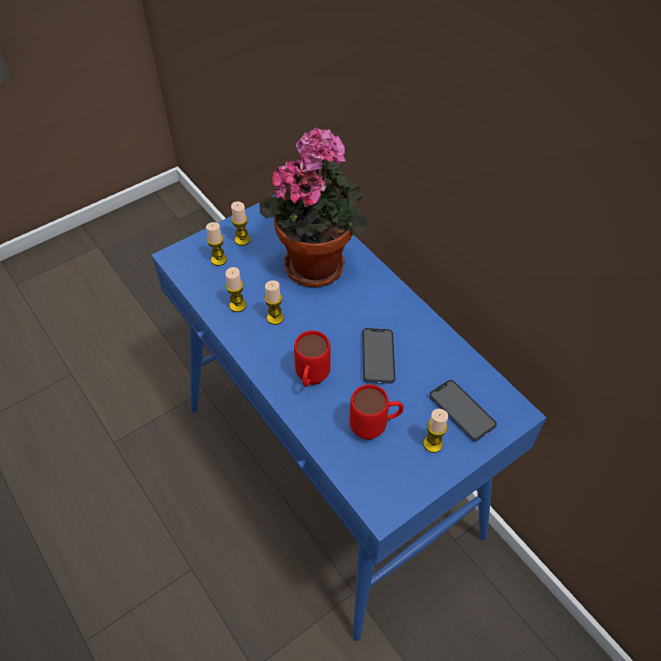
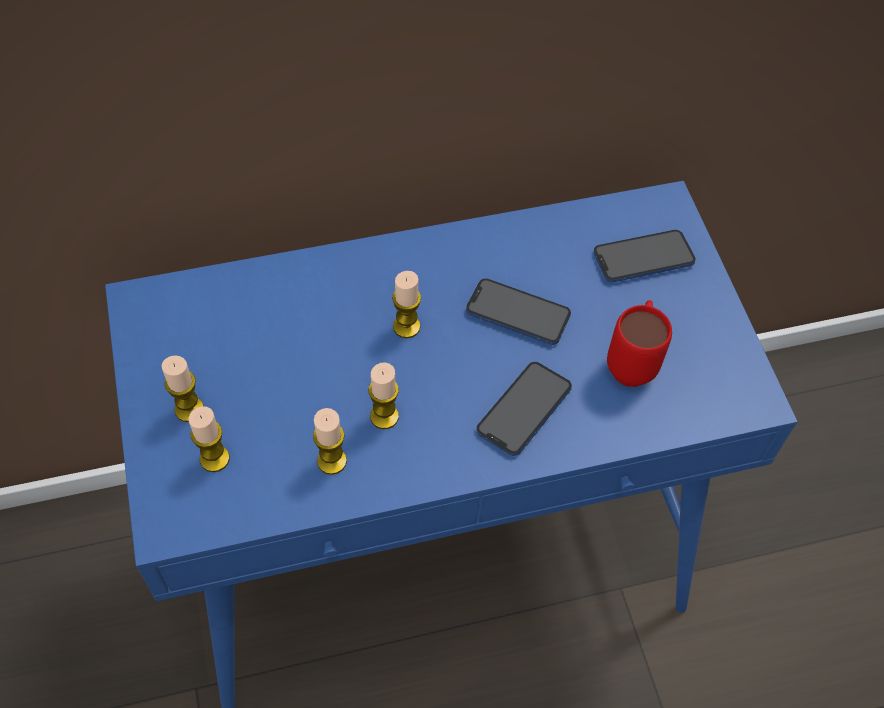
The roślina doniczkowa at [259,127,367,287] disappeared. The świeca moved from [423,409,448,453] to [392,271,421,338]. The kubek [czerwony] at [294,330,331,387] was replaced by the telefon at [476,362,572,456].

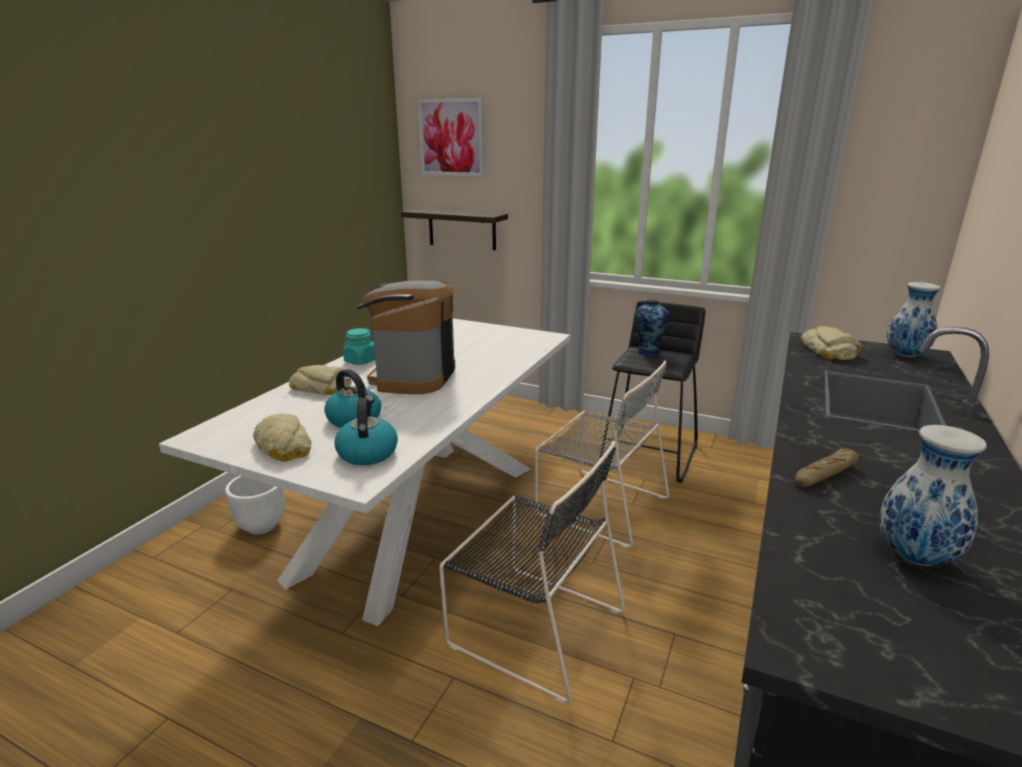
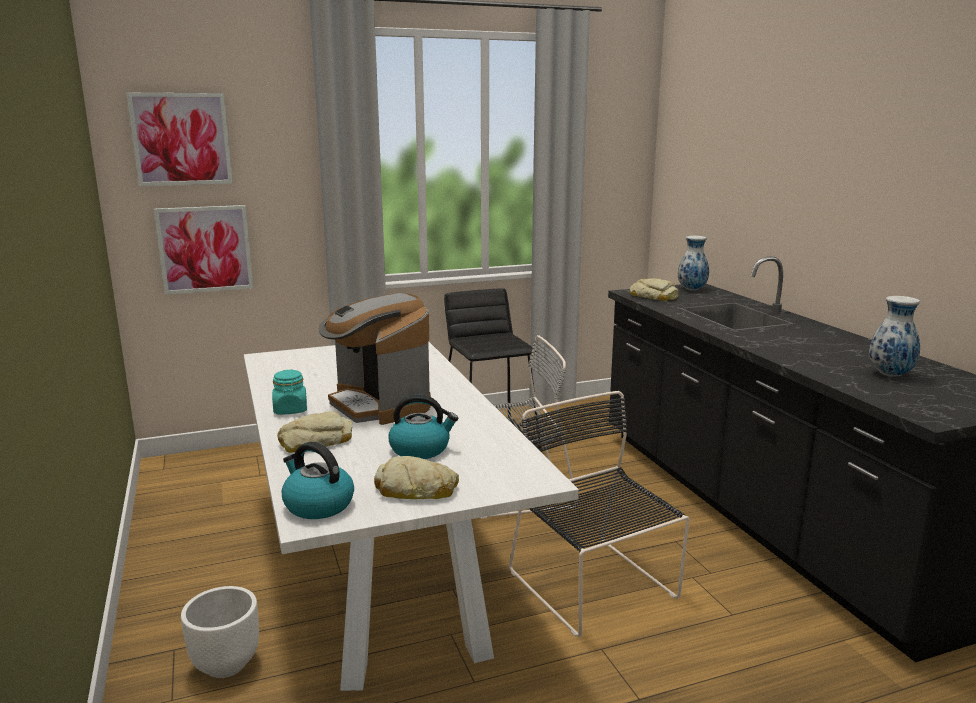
The wazon at [634,299,669,356] disappeared. The chleb at [795,448,858,487] disappeared. The czajnik moved from [335,398,398,465] to [282,442,354,519]. The półka at [401,209,508,250] was replaced by the obraz at [154,205,253,295]. The krzesło [czarny] at [439,441,625,703] turned 105 degrees counterclockwise.

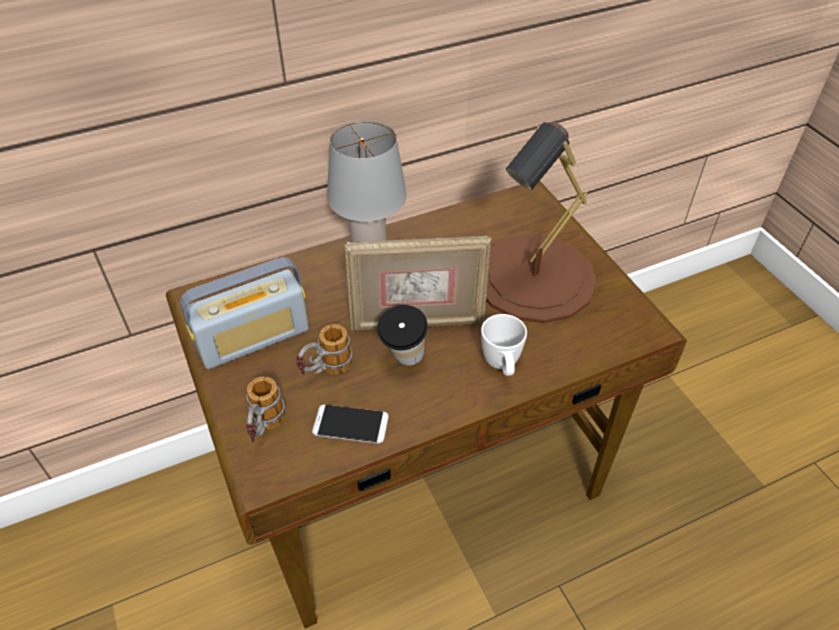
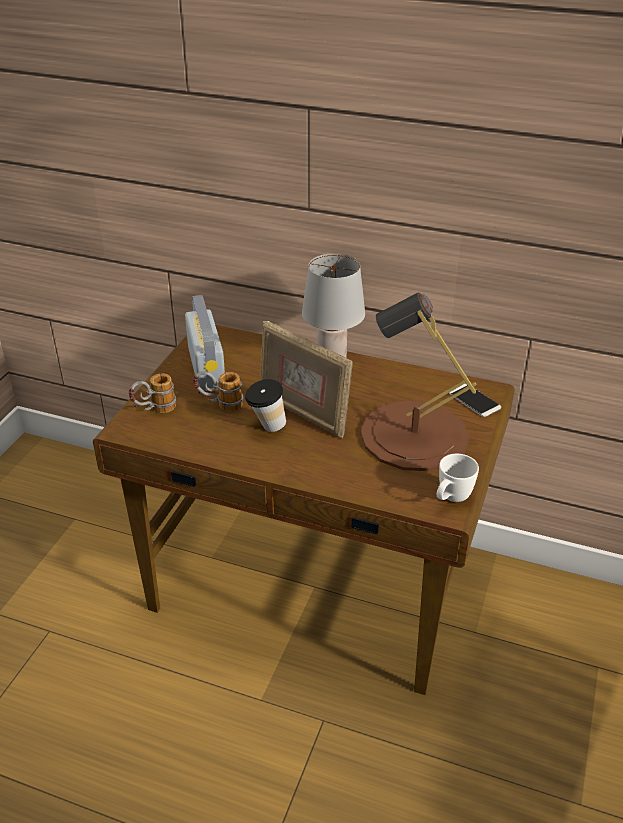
The telefon moved from [312,405,389,444] to [449,384,501,417]. The kubek [biały] moved from [481,314,527,376] to [436,454,479,502]. The radio at [180,257,309,369] turned 120 degrees counterclockwise.

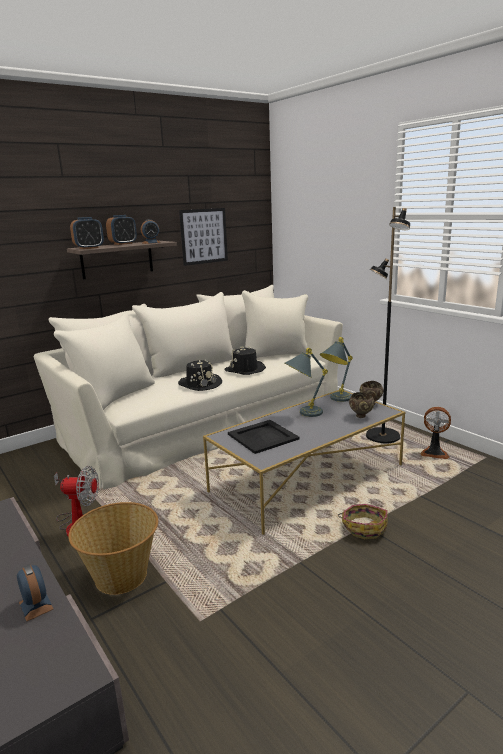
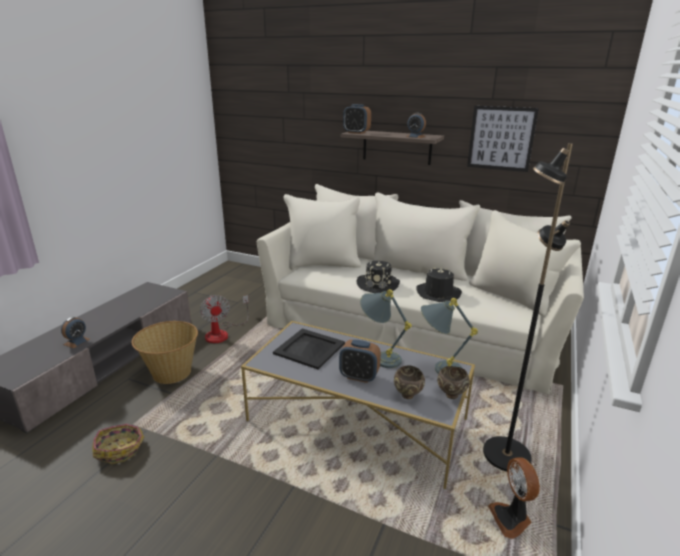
The budzik moved from [106,215,137,245] to [339,340,381,383]. The koszyk moved from [338,504,388,539] to [92,424,144,464].

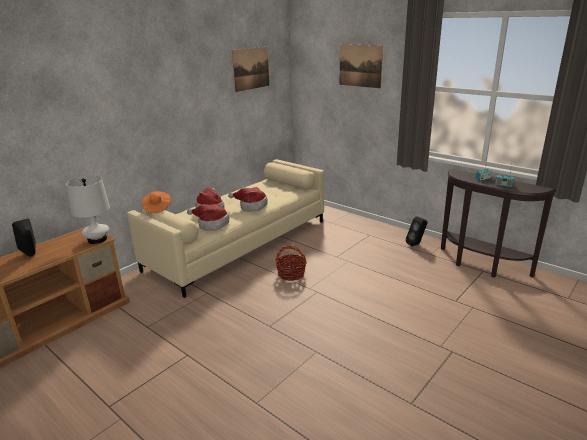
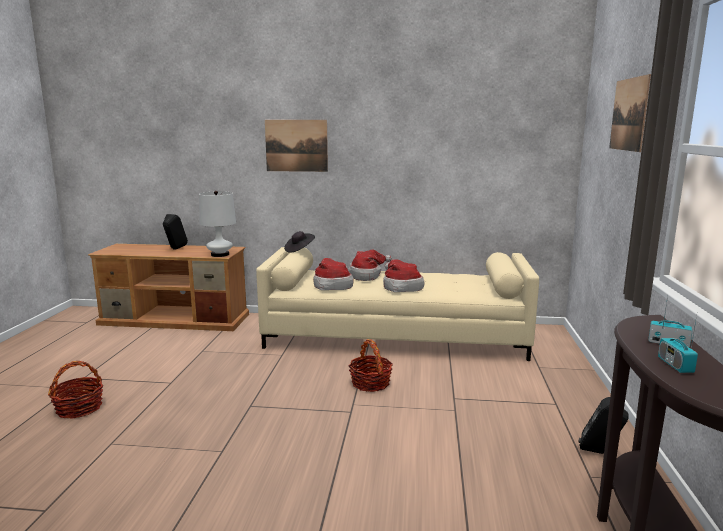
The koszyk at [48,361,103,419] appeared. The obraz moved from [232,47,269,92] to [265,120,328,172]. The kapelusz [pomarańczowy] at [142,191,171,213] became the kapelusz [czarny] at [284,231,315,253].

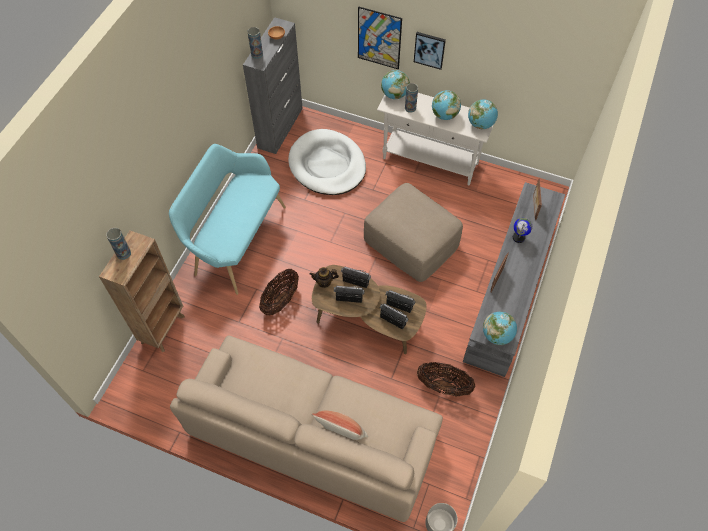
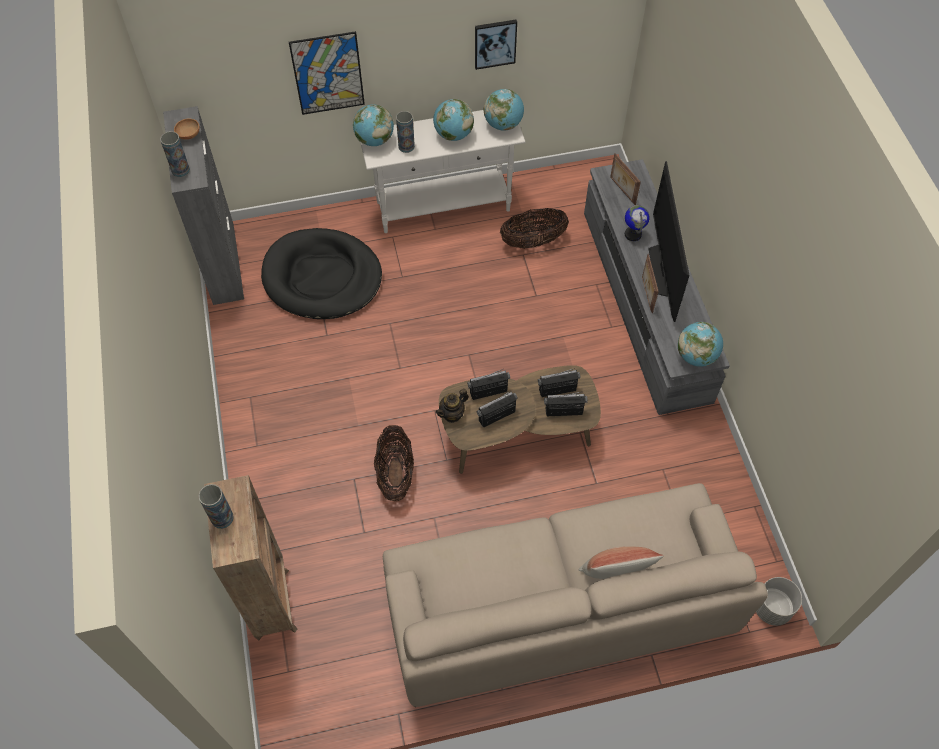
The ławka [turkusowy] at [169,144,286,295] disappeared. The pufa [beżowy] at [364,183,463,282] disappeared. The telewizor at [648,161,689,322] appeared. The obraz moved from [414,32,446,70] to [475,20,517,70]. The koszyk moved from [417,362,475,397] to [500,208,569,249]. The legowisko [biały] at [288,129,366,195] became the legowisko [czarny] at [261,228,382,319].

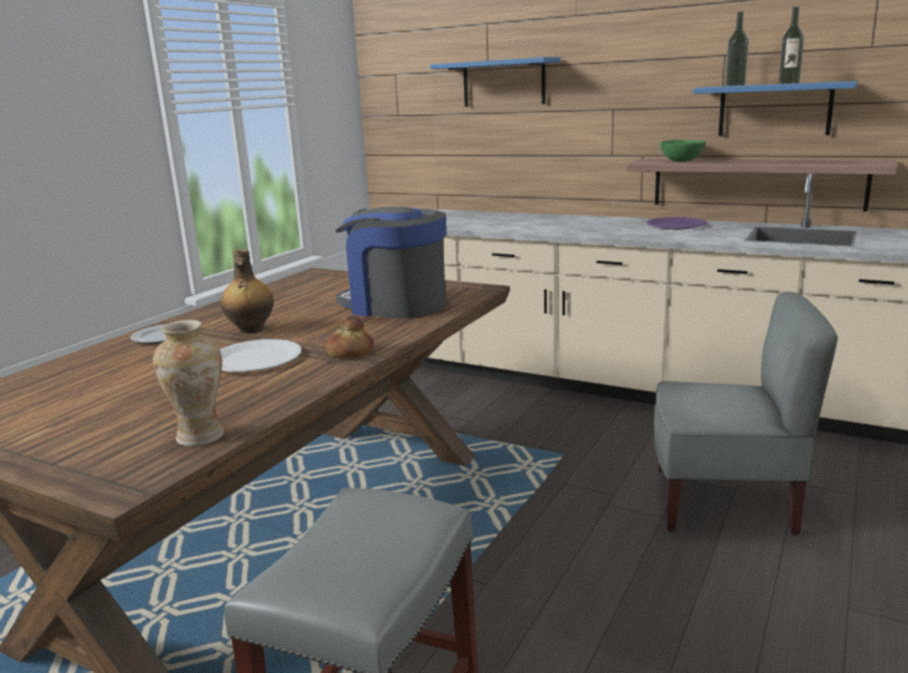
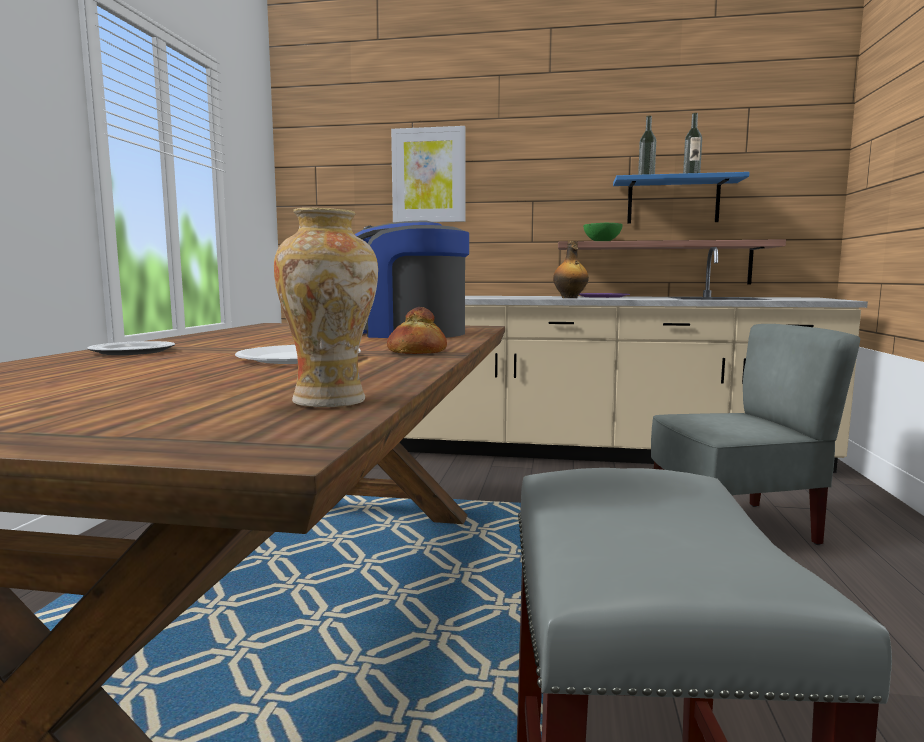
The butelka moved from [221,249,274,334] to [553,241,589,298]. The półka [niebieski] at [430,57,561,107] was replaced by the obraz at [391,126,465,222].

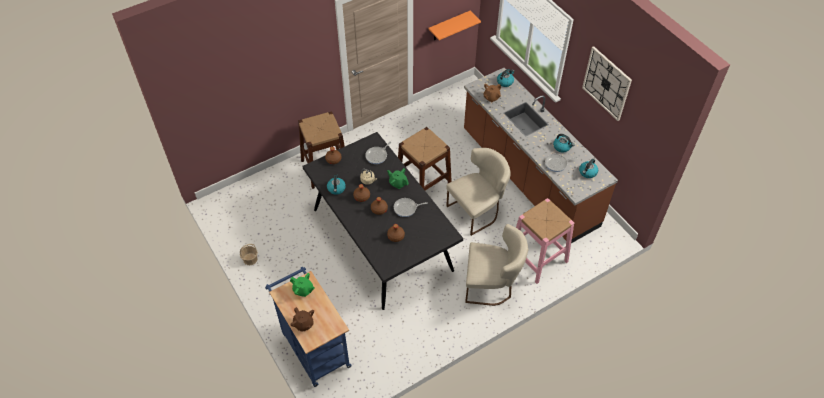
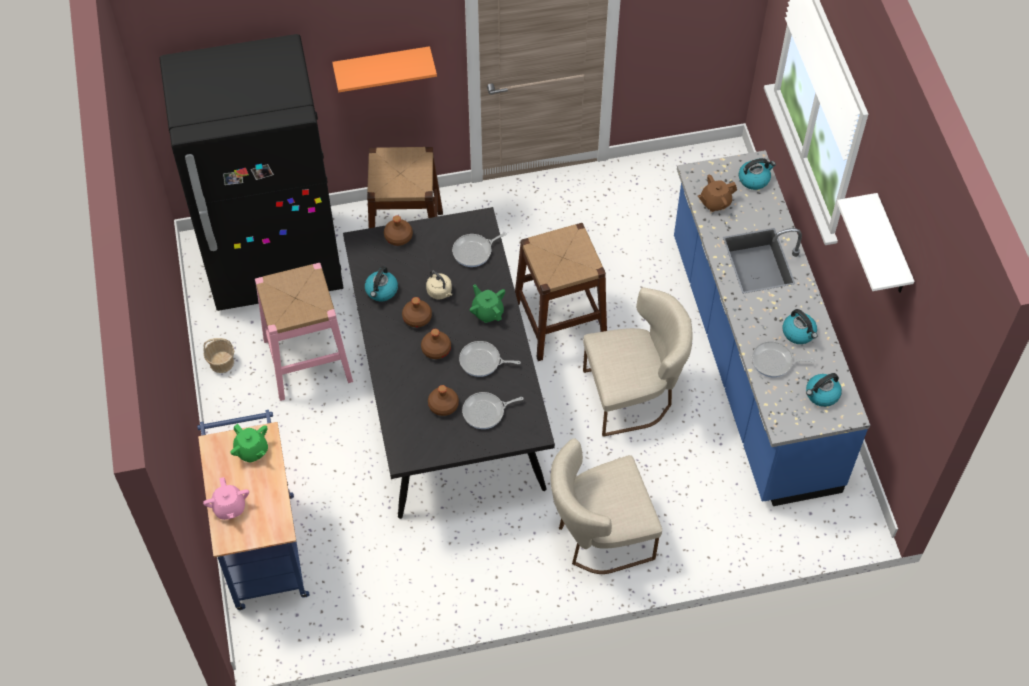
The lodówka [czarny] at [159,34,343,311] appeared. The patelnia at [462,392,523,429] appeared. The półka [pomarańczowy] moved from [428,11,481,40] to [332,46,437,92]. The stołek [różowy] moved from [516,198,574,284] to [255,263,353,401]. The zegar ścienny at [582,46,632,121] was replaced by the półka [biały] at [837,193,914,293]. The imbryk [brązowy] at [290,307,314,332] became the imbryk [różowy] at [203,477,249,520]. The zabudowa kuchenna [brązowy] at [464,68,618,243] became the zabudowa kuchenna [niebieski] at [674,150,870,506]. The krzesło [beżowy] at [465,224,529,306] turned 135 degrees clockwise.

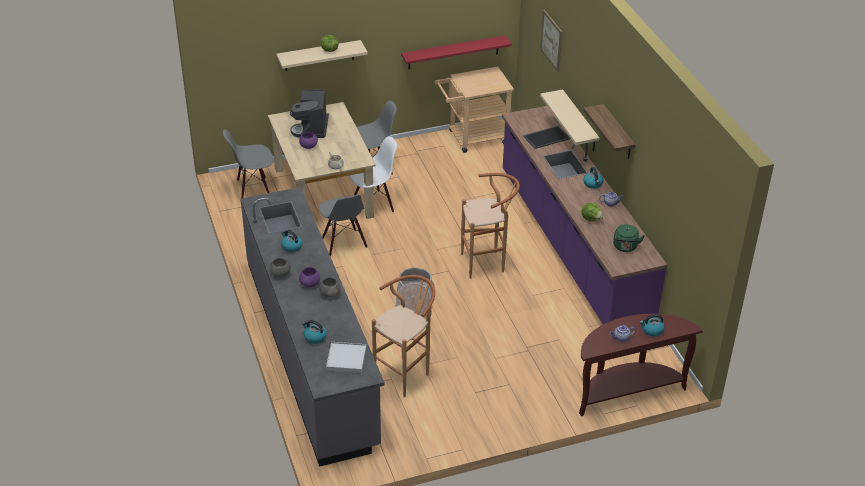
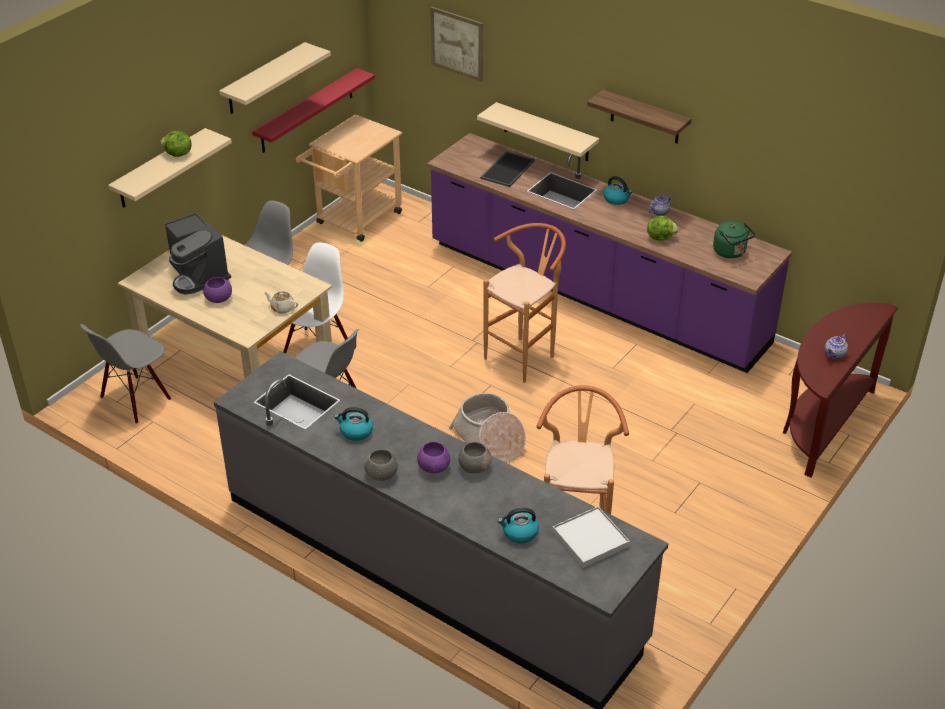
The czajnik at [640,314,665,336] disappeared. The półka [beżowy] at [219,42,331,114] appeared.

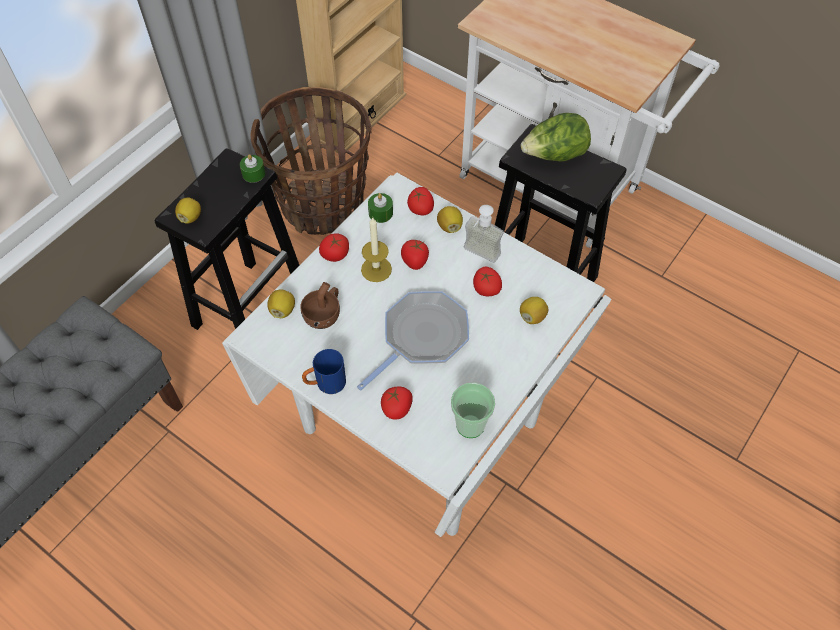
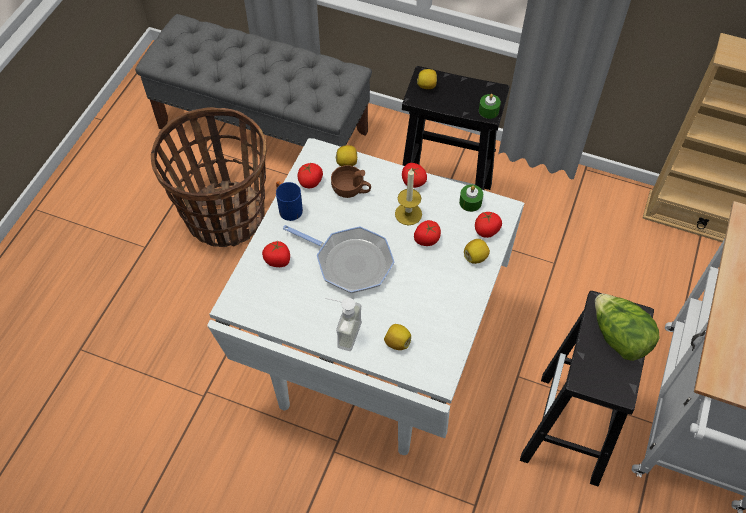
The filiżanka at [451,383,495,438] disappeared. The koszyk moved from [250,87,372,235] to [151,107,266,247]. The dozownik mydła moved from [464,205,504,263] to [325,298,362,351]. The pomidor moved from [473,266,502,296] to [298,163,323,188].

